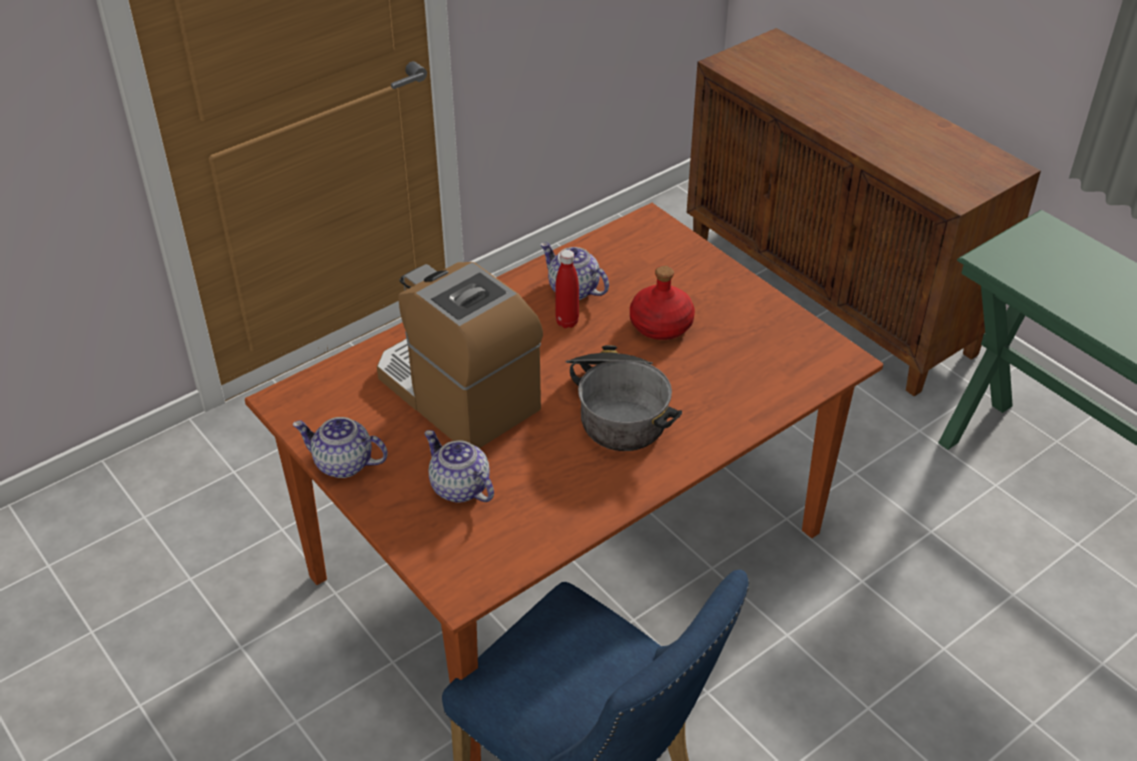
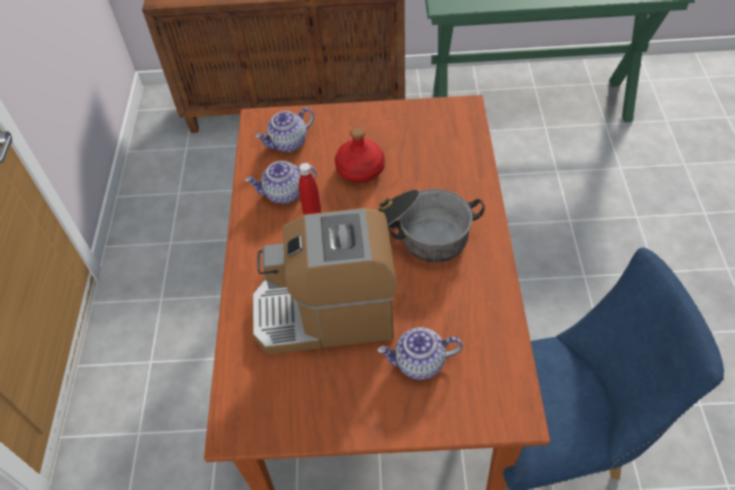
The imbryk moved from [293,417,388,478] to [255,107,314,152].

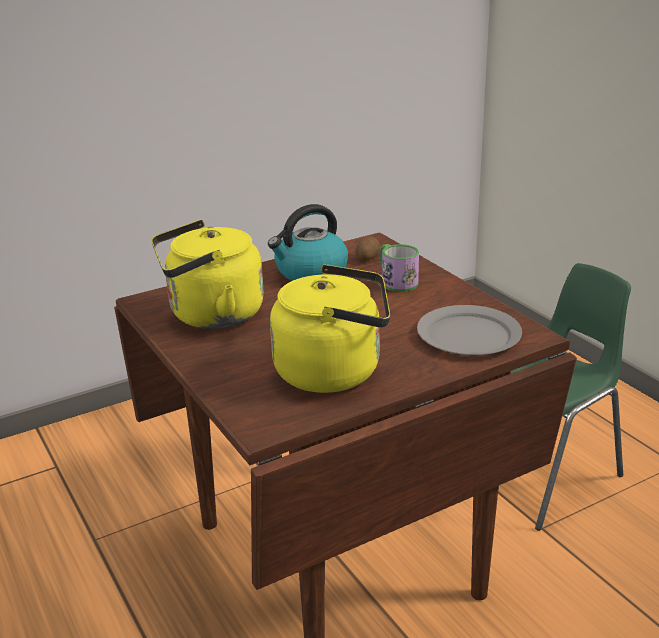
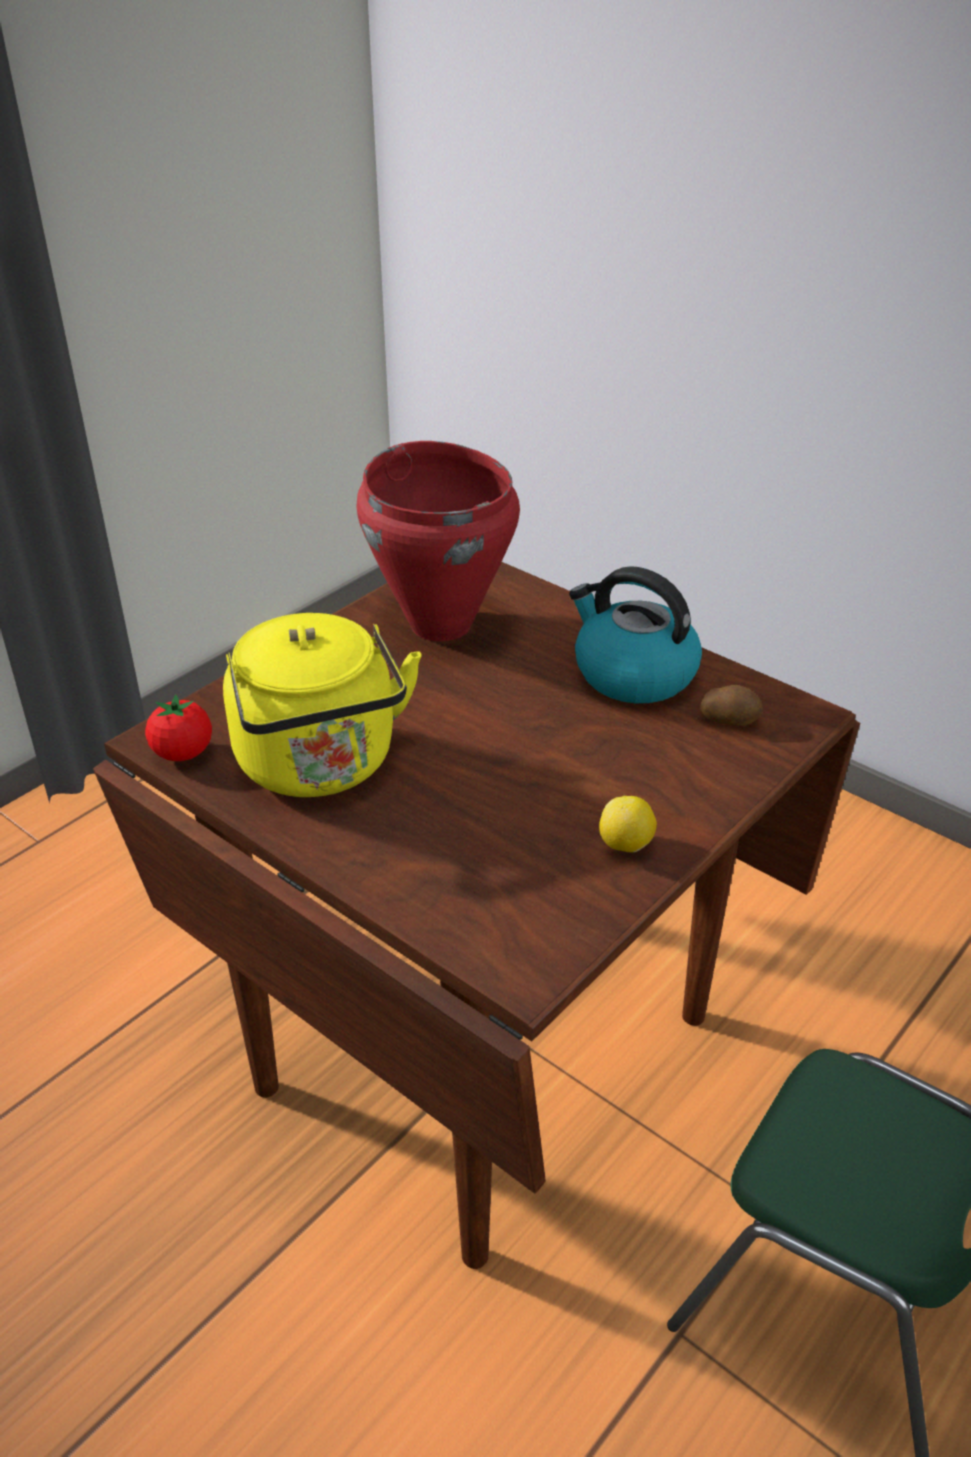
The kubek at [380,244,419,292] disappeared. The talerz [szary] at [417,305,522,355] disappeared. The pomidor at [145,694,212,761] appeared. The cytryna at [599,796,657,852] appeared. The czajnik [żółty] at [151,220,264,329] was replaced by the garnek [czerwony] at [356,441,520,641].

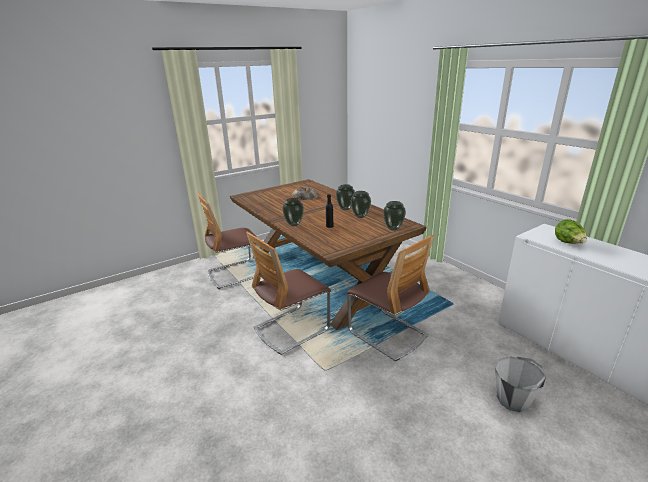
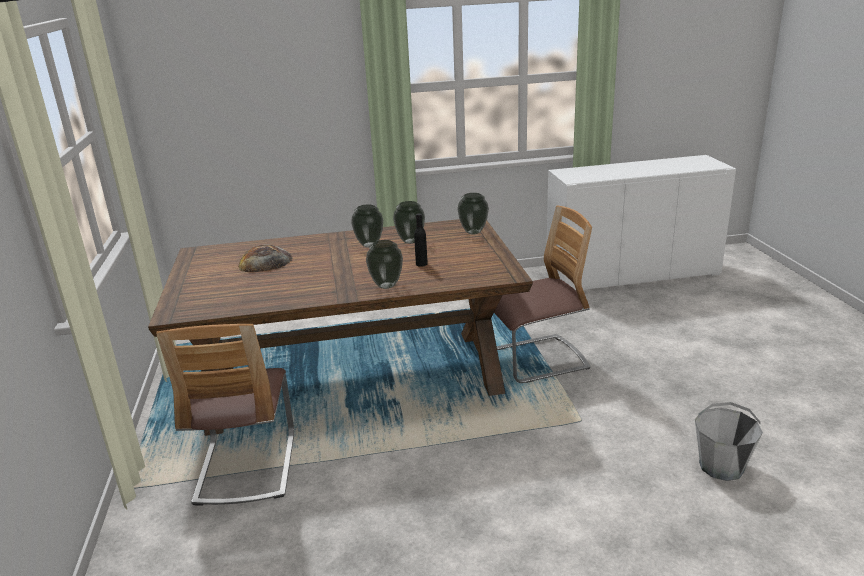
The krzesło at [246,232,331,355] disappeared. The sałata at [555,219,587,244] disappeared. The wiadro [szary] moved from [495,356,546,412] to [695,402,763,481].

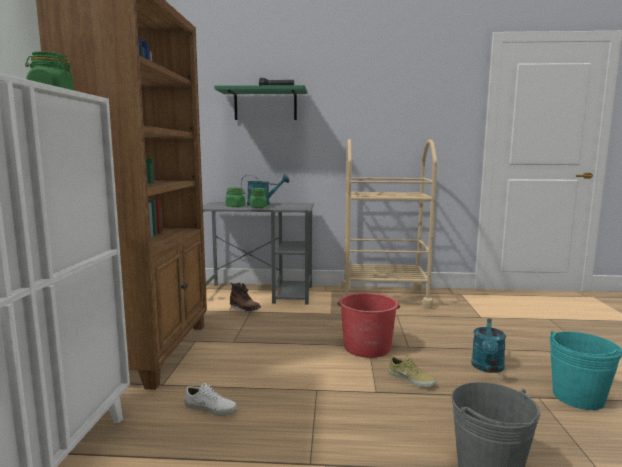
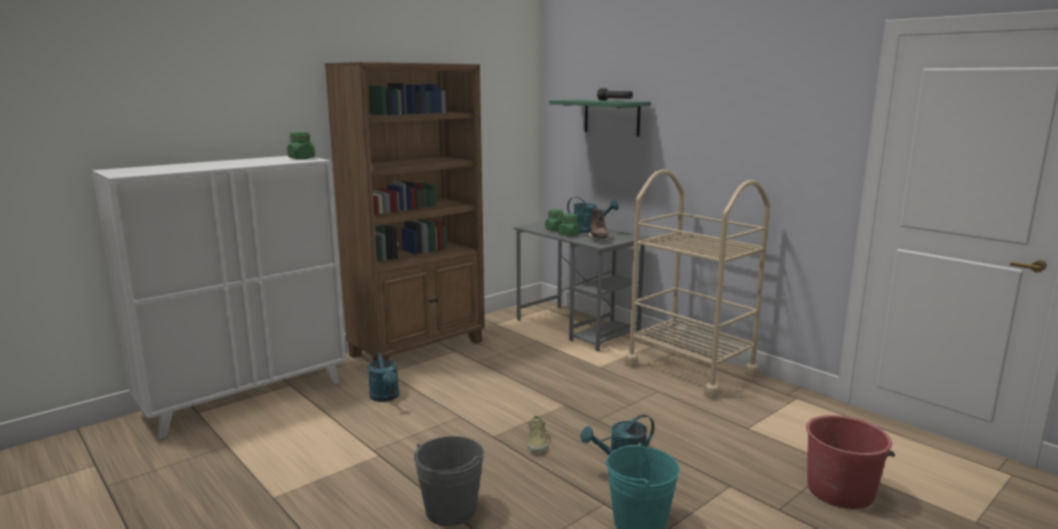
The but z cholewką [brązowy] moved from [230,283,261,312] to [586,208,610,241]. The wiadro [czerwony] moved from [337,293,400,358] to [806,415,895,509]. The but [biały] at [185,383,238,416] was replaced by the konewka [turkusowy] at [368,352,399,402].

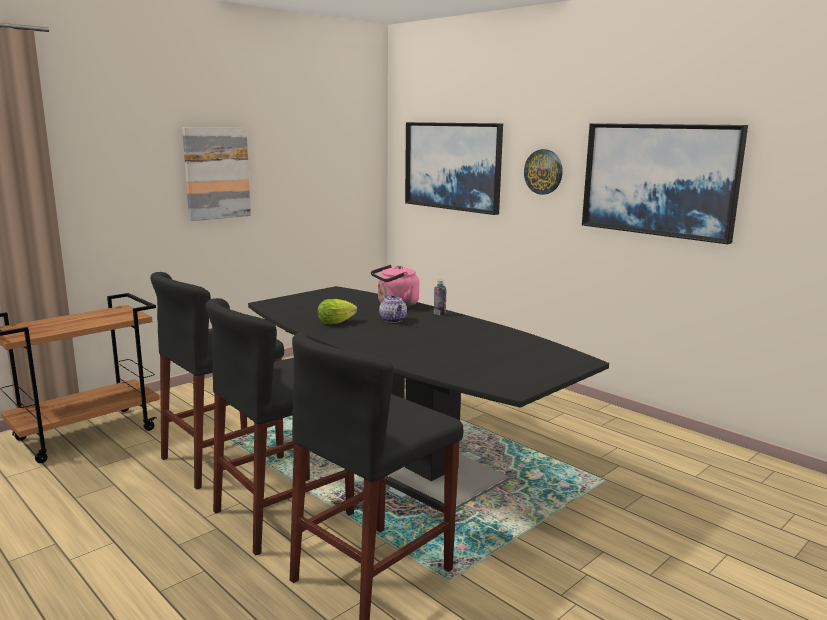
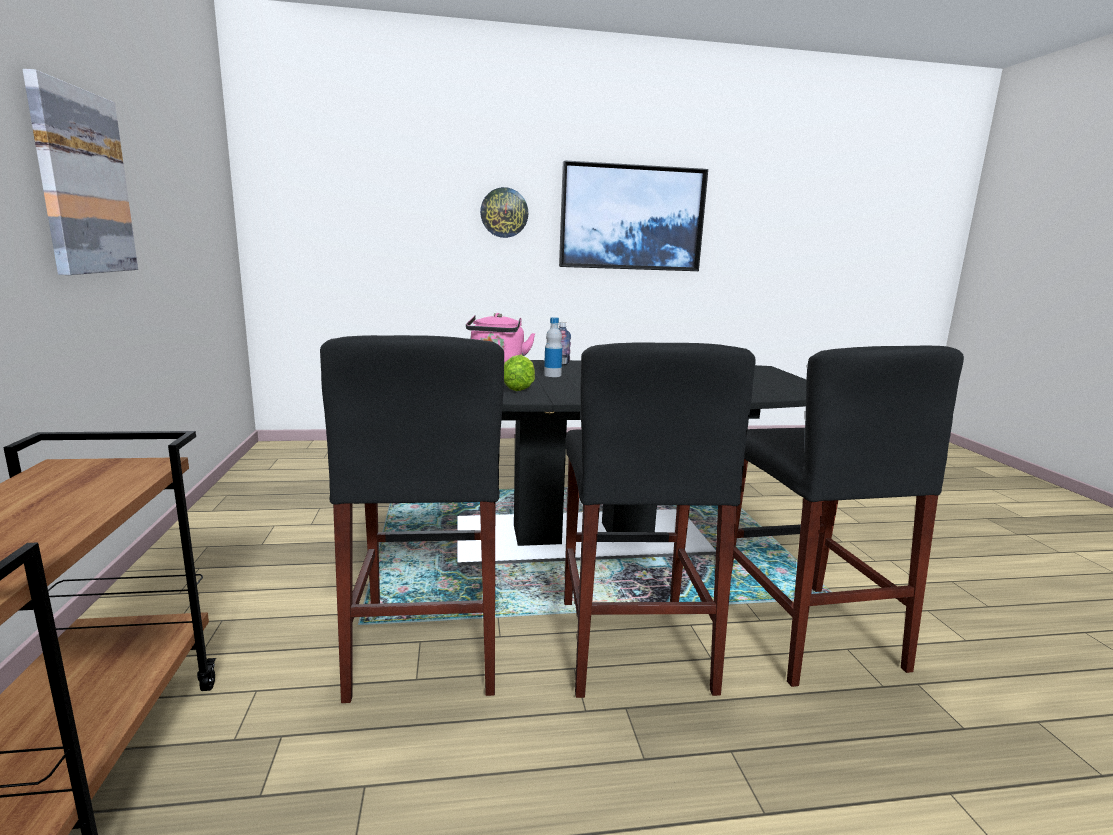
The obraz at [405,122,503,215] disappeared. The imbryk at [379,294,407,323] was replaced by the butelka at [544,317,562,377].

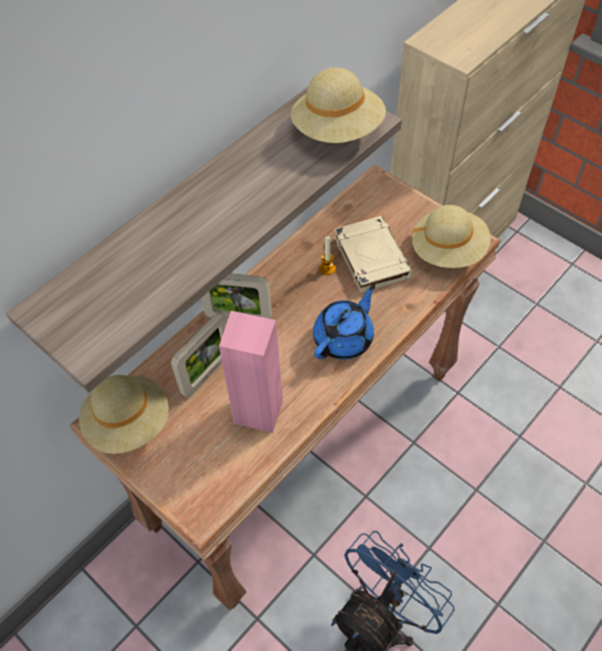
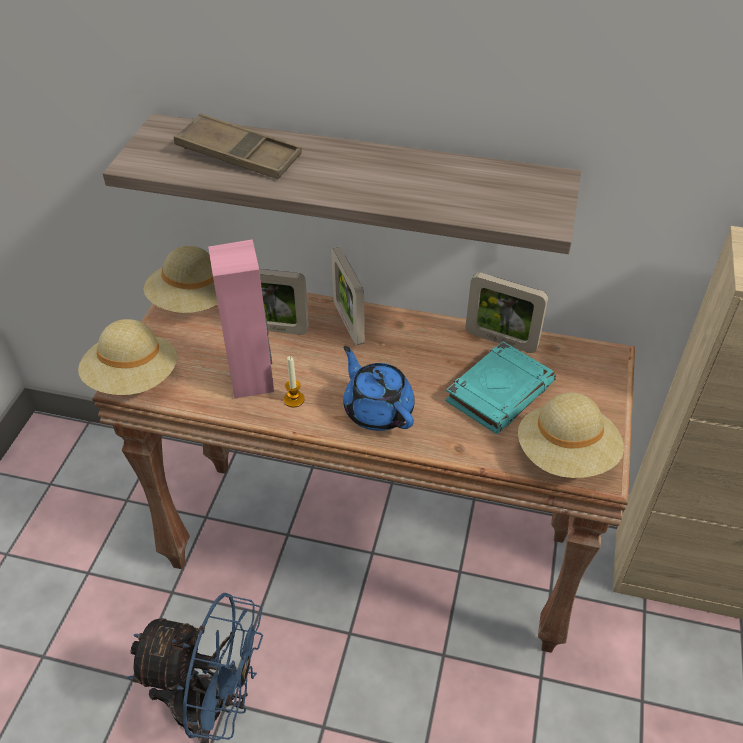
The taca [brązowy] at [174,113,302,179] appeared. The ramka na zdjęcie at [466,272,548,353] appeared. The kapelusz [beżowy] moved from [291,67,386,143] to [78,319,177,395]. The świeca moved from [319,236,336,275] to [284,356,305,408]. The książka [beżowy] at [334,216,413,293] became the książka [turkusowy] at [445,341,556,434]. The imbryk [niebieski] at [313,285,375,359] turned 135 degrees counterclockwise.

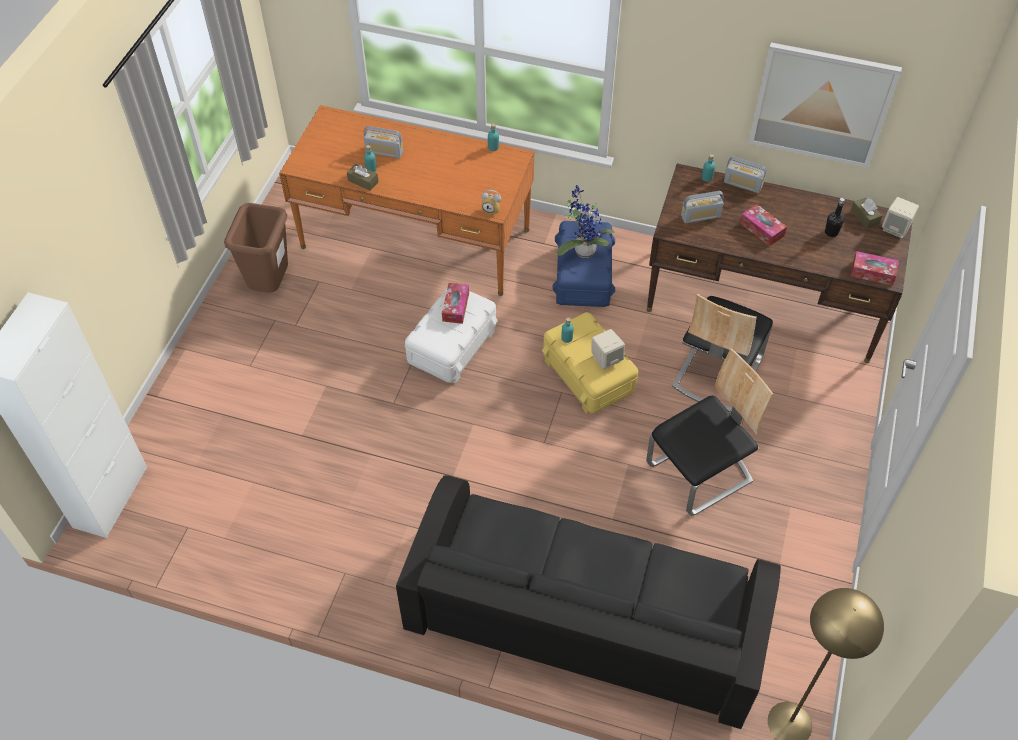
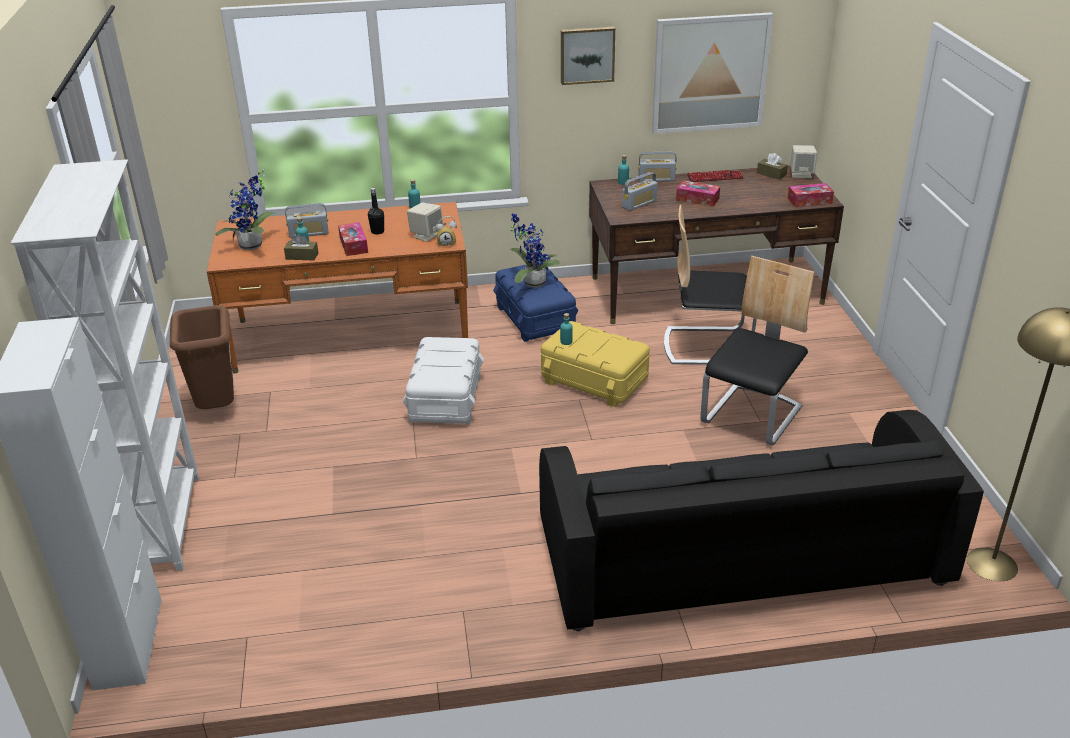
The regał [biały] at [11,159,199,571] appeared. The roślina doniczkowa at [215,169,275,250] appeared. The obraz at [561,27,615,85] appeared. The klawiatura at [687,170,743,182] appeared. The pudełko chusteczek moved from [442,283,469,324] to [338,222,368,256]. The głośnik [beżowy] moved from [591,329,625,370] to [407,203,444,242]. The butelka [czarny] moved from [825,198,845,237] to [368,188,384,234]. The krzesło at [672,294,773,412] turned 90 degrees clockwise.

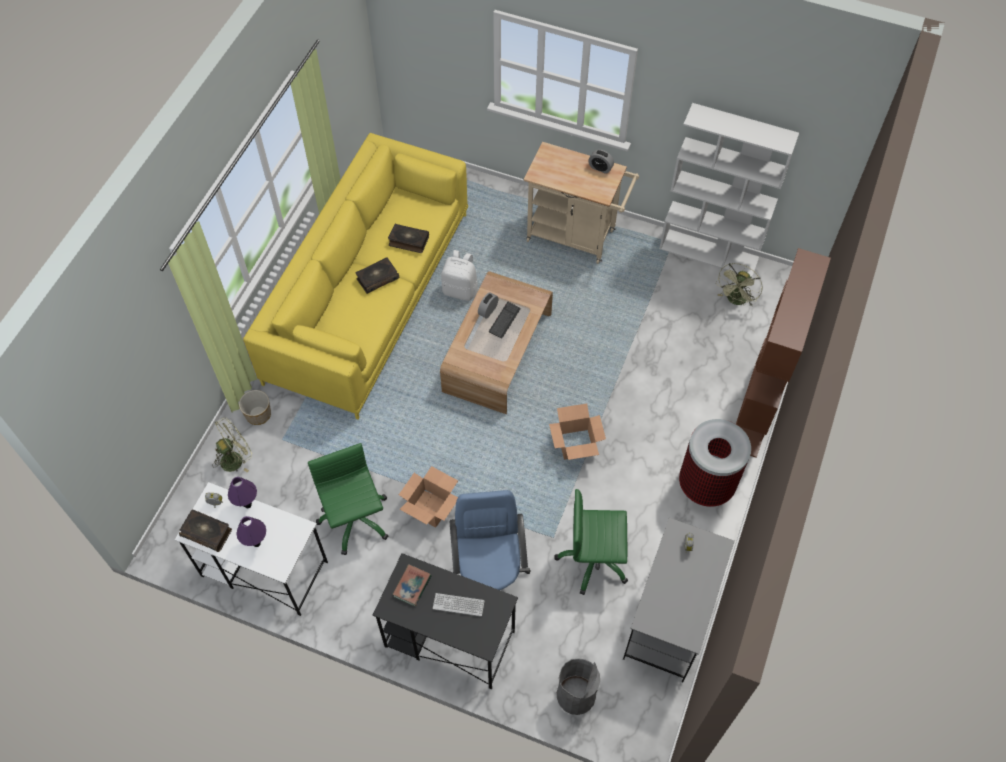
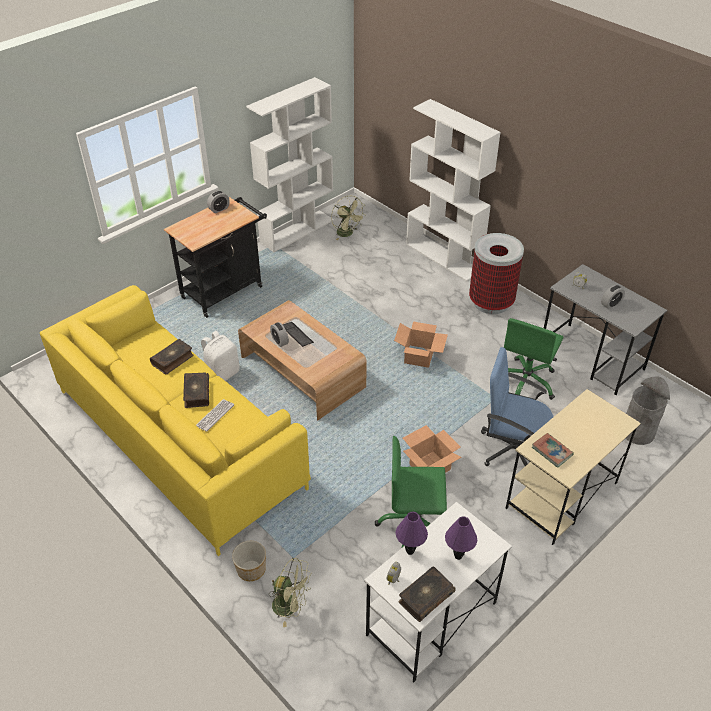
The budzik at [601,285,625,309] appeared. The klawiatura moved from [433,593,485,616] to [196,399,234,432]. The biurko [czarny] at [373,553,518,690] became the biurko [beżowy] at [505,389,641,545]. The wózek [beżowy] at [523,142,639,264] became the wózek [czarny] at [164,197,267,318]. The regał [brązowy] at [736,248,831,458] became the regał [biały] at [406,99,501,281]. The wentylator [zielony] at [213,417,252,472] turned 120 degrees clockwise.

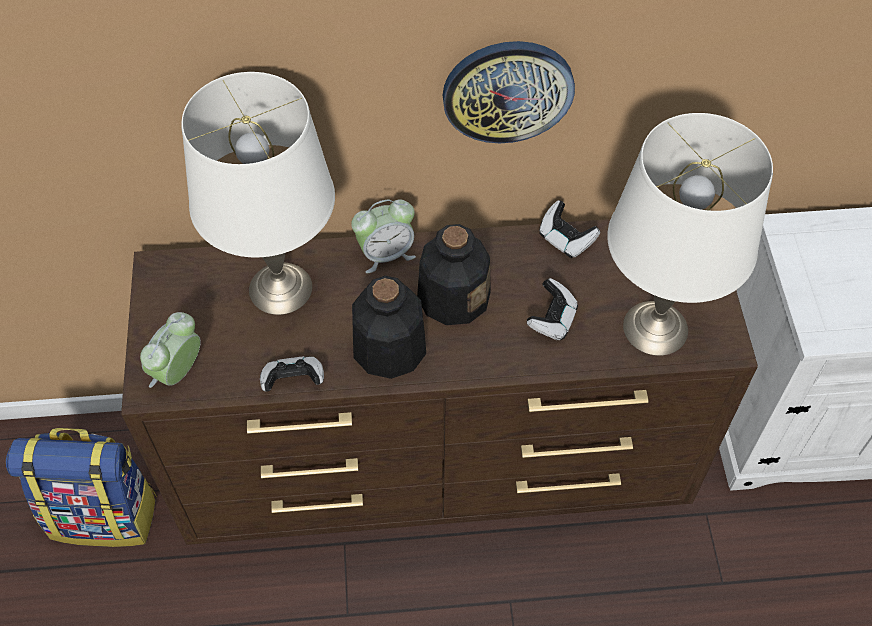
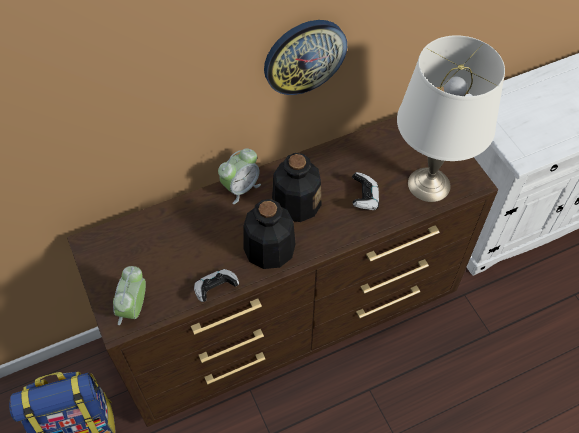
The lampa stołowa [biały] at [181,72,335,315] disappeared. The pad do gier at [539,200,600,258] disappeared.

